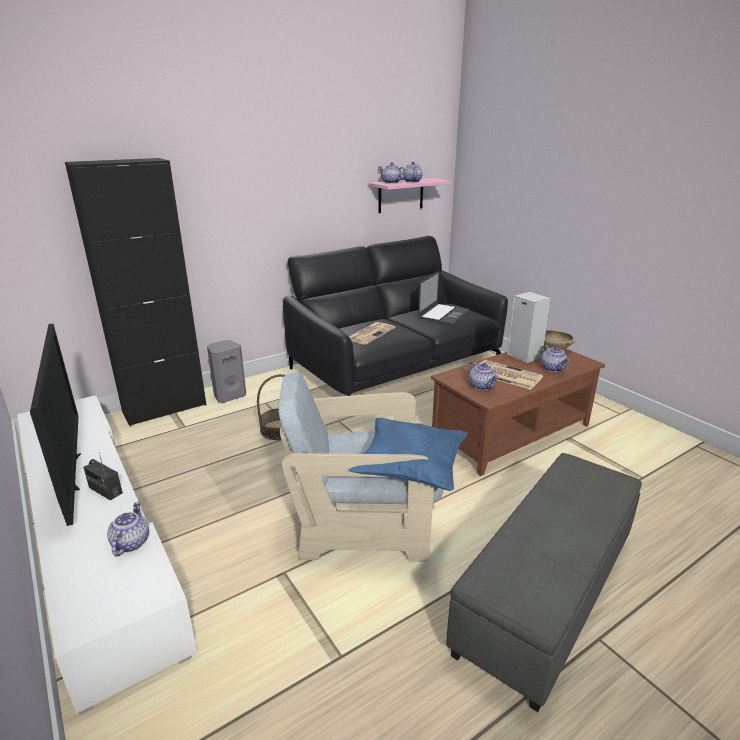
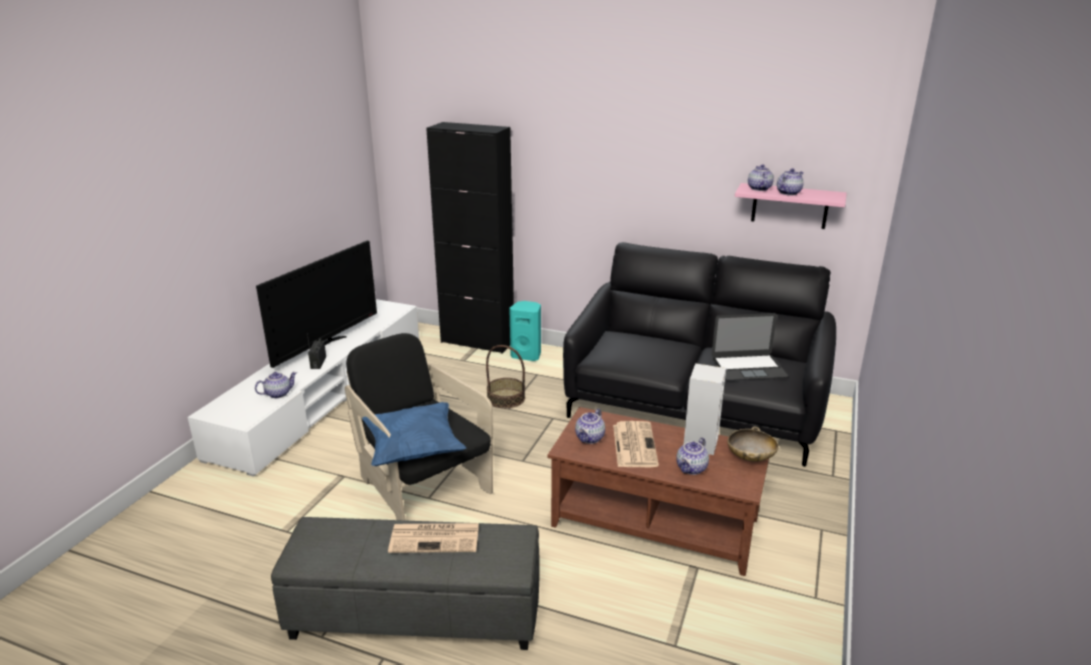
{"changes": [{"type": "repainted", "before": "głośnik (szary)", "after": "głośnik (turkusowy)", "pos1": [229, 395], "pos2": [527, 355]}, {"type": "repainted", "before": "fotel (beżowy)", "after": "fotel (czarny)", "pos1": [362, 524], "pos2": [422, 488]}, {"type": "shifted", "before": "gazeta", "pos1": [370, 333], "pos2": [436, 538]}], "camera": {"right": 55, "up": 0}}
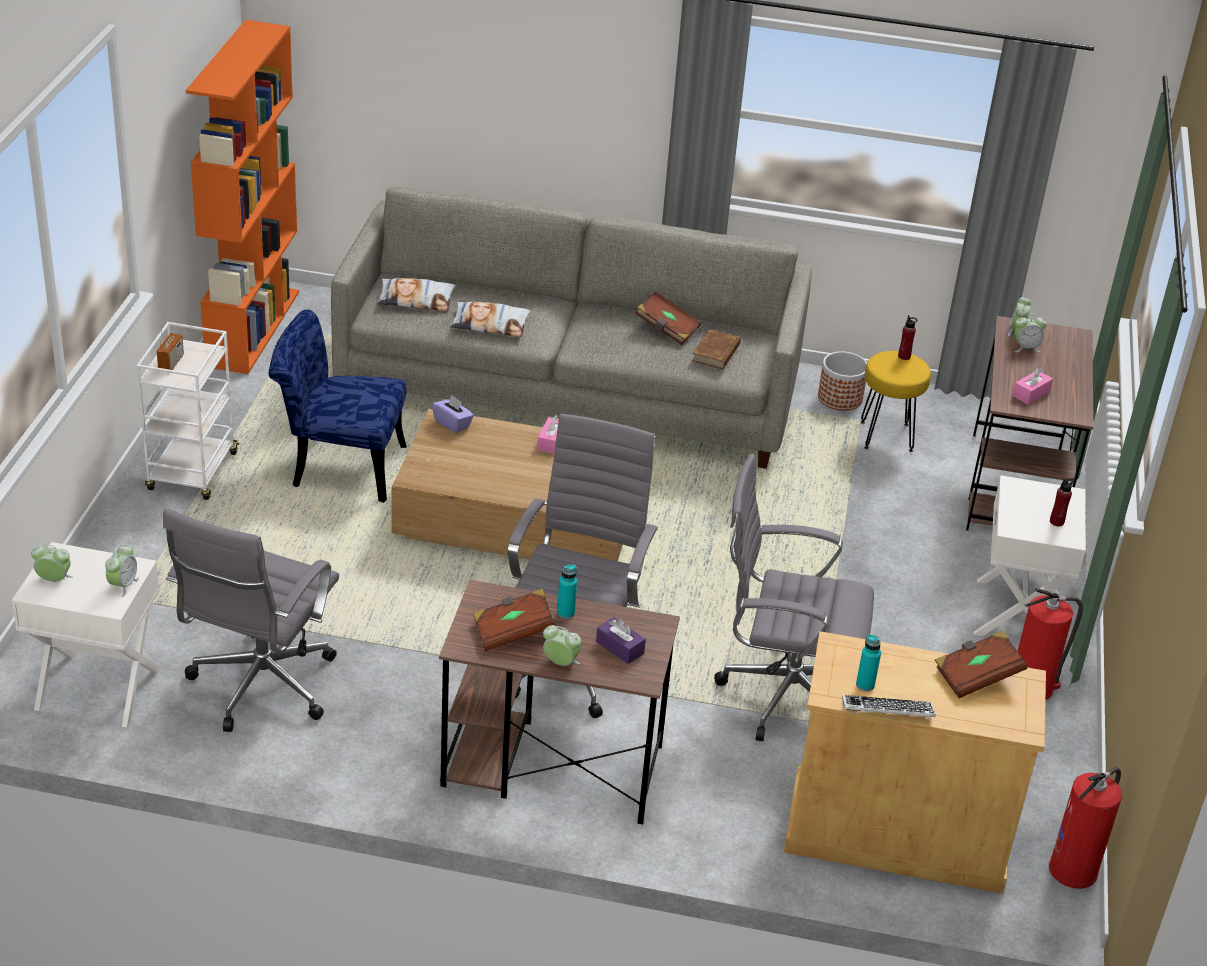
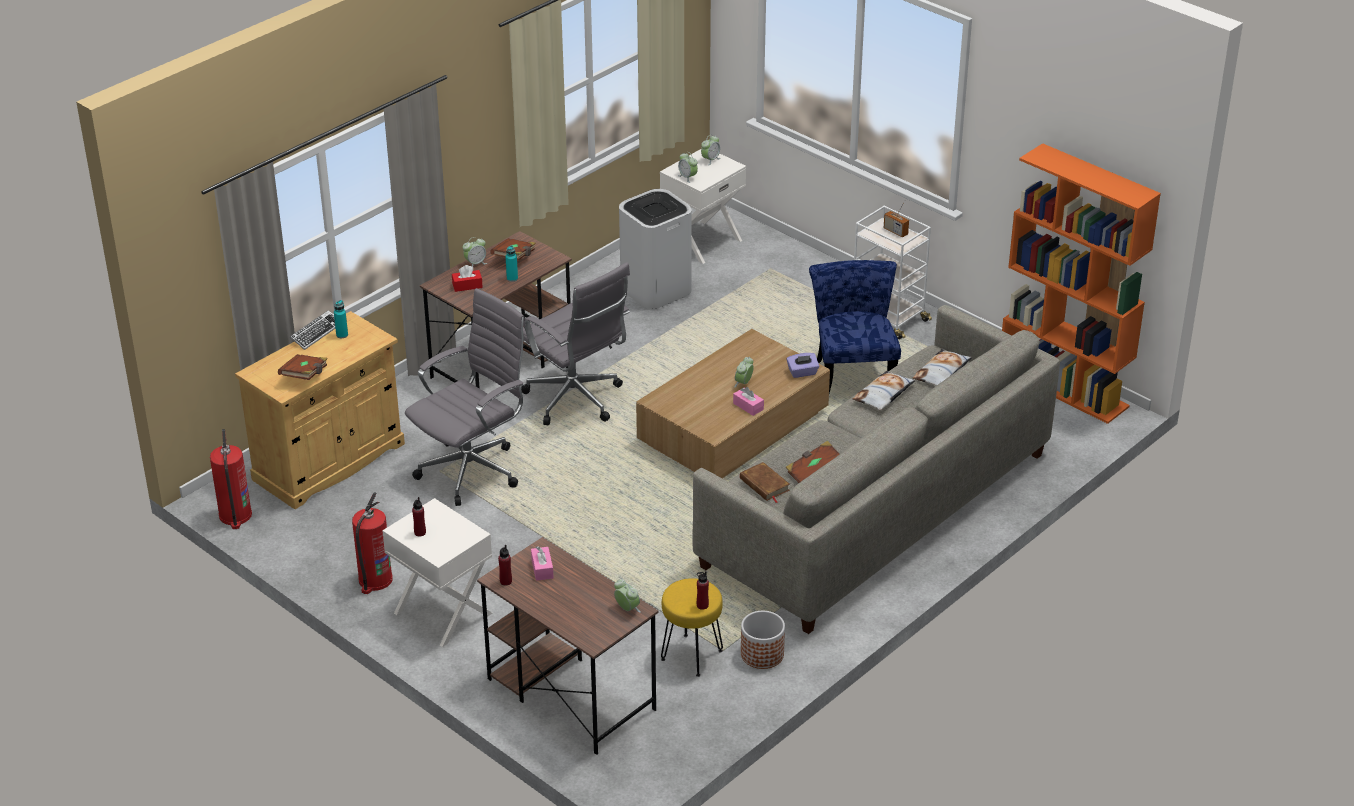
{"changes": [{"type": "swapped", "before": "krzesło biurowe (szary)", "after": "kosz na śmieci (biały)", "pos1": [259, 688], "pos2": [656, 289]}, {"type": "rotated", "before": "krzesło (niebieski)", "pos1": [338, 466], "pos2": [853, 375], "turn": -45}, {"type": "repainted", "before": "pudełko chusteczek (fioletowy)", "after": "pudełko chusteczek (czerwony)", "pos1": [620, 647], "pos2": [467, 286]}, {"type": "shifted", "before": "budzik", "pos1": [1025, 348], "pos2": [743, 383]}, {"type": "new", "after": "butelka (czerwony)", "pos2": [505, 581]}], "camera": {"right": 125, "up": 0}}
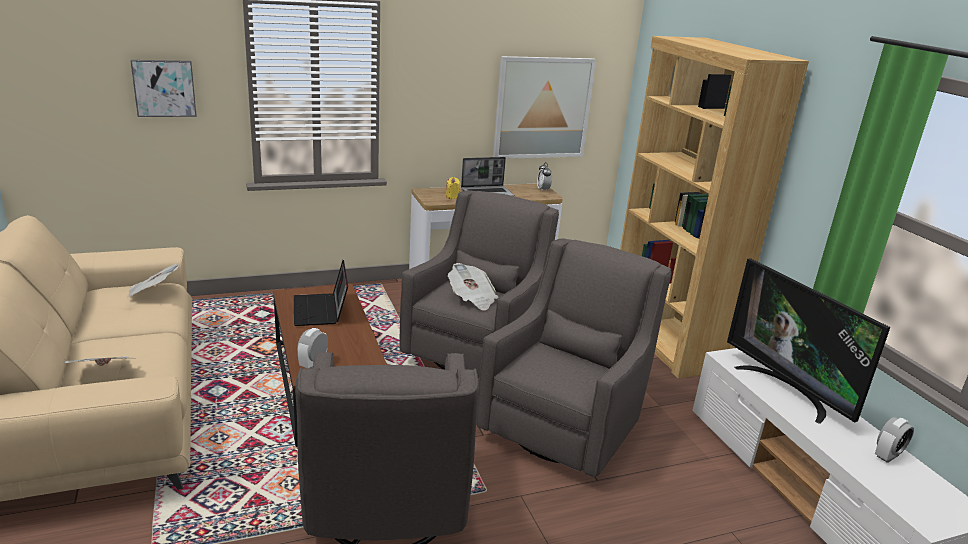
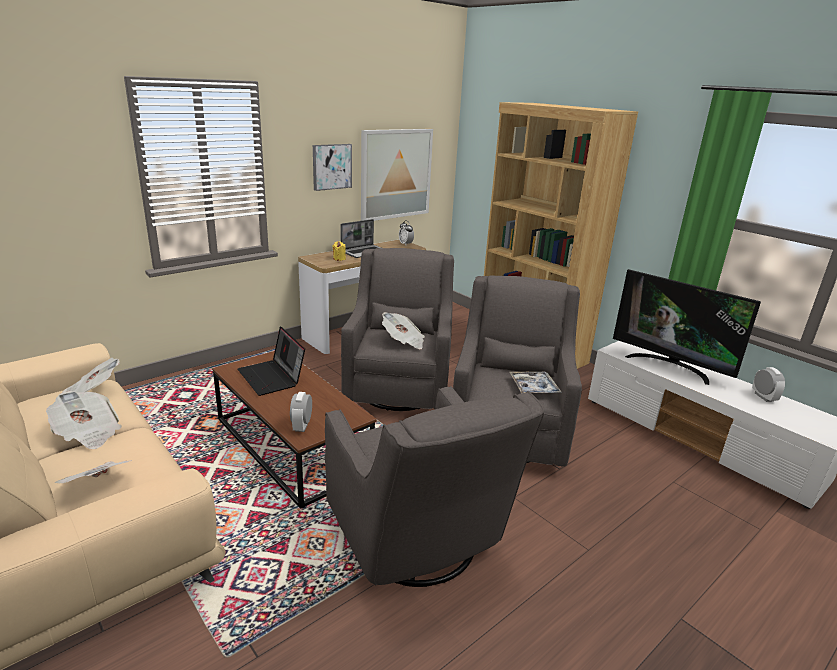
{"changes": [{"type": "shifted", "before": "obraz", "pos1": [164, 88], "pos2": [331, 166]}, {"type": "rotated", "before": "budzik", "pos1": [887, 455], "pos2": [763, 397], "turn": -45}, {"type": "new", "after": "gazeta", "pos2": [88, 433]}, {"type": "new", "after": "taca", "pos2": [533, 387]}], "camera": {"right": -20, "up": 0}}
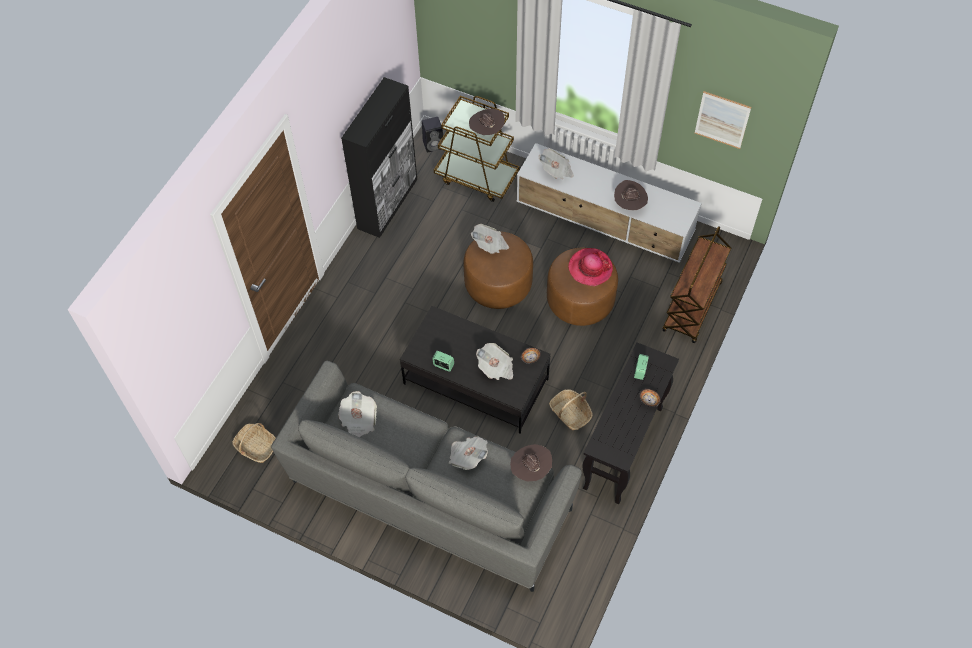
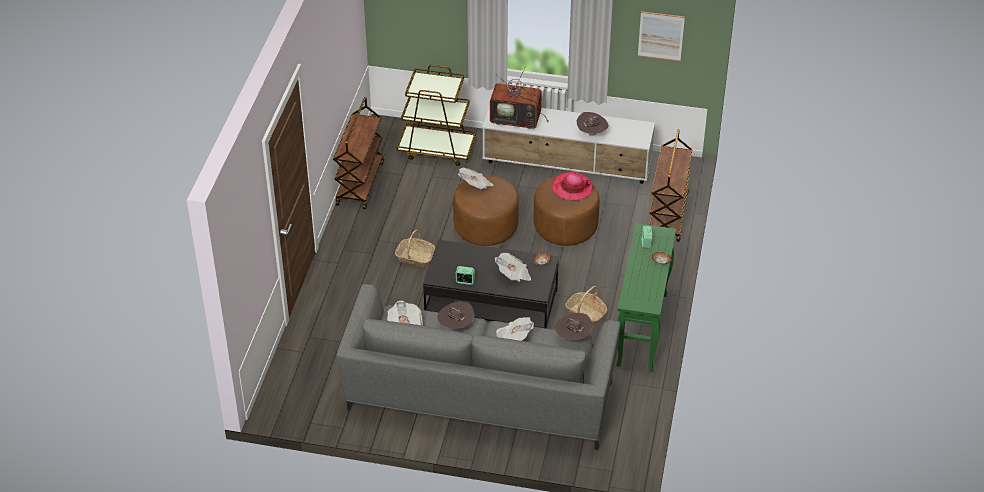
{"changes": [{"type": "shifted", "before": "koszyk", "pos1": [256, 447], "pos2": [415, 257]}, {"type": "swapped", "before": "szafka (czarny)", "after": "wózek (brązowy)", "pos1": [388, 203], "pos2": [360, 183]}, {"type": "gone", "before": "głośnik (czarny)", "pos1": [434, 144]}, {"type": "shifted", "before": "kapelusz (brązowy)", "pos1": [486, 131], "pos2": [455, 325]}, {"type": "swapped", "before": "gazeta", "after": "telewizor", "pos1": [556, 171], "pos2": [517, 119]}, {"type": "repainted", "before": "stolik konsolowy (czarny)", "after": "stolik konsolowy (zielony)", "pos1": [623, 449], "pos2": [642, 330]}], "camera": {"right": -15, "up": -15}}
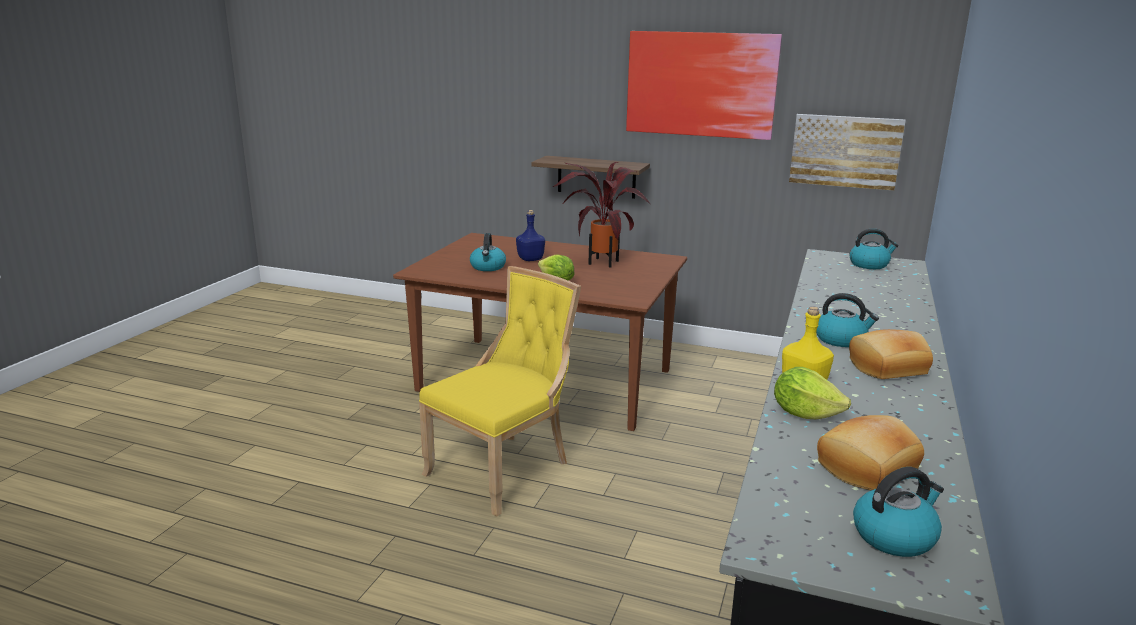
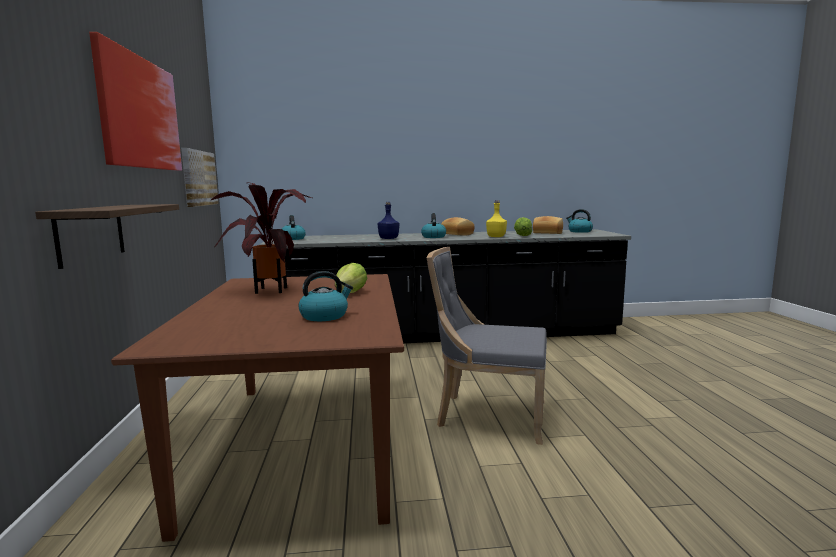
{"changes": [{"type": "repainted", "before": "krzesło (żółty)", "after": "krzesło (szary)", "pos1": [504, 469], "pos2": [487, 415]}, {"type": "shifted", "before": "butelka (niebieski)", "pos1": [530, 259], "pos2": [389, 238]}], "camera": {"right": -115, "up": -10}}
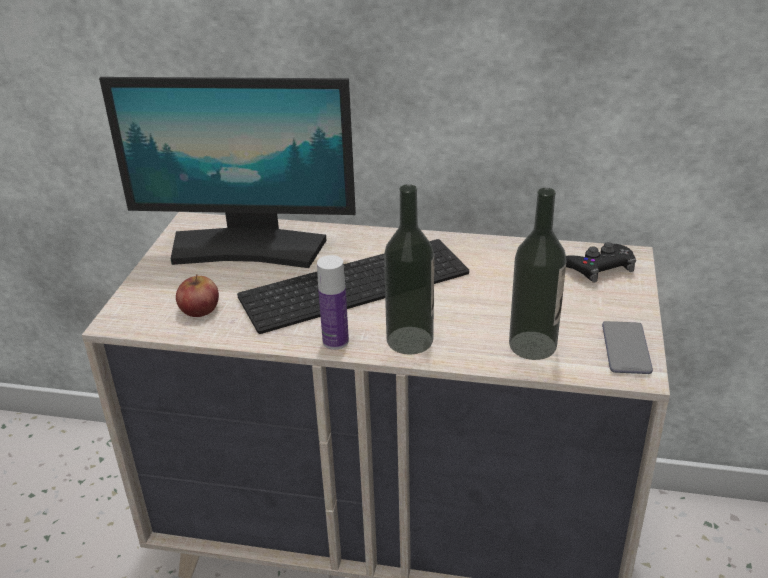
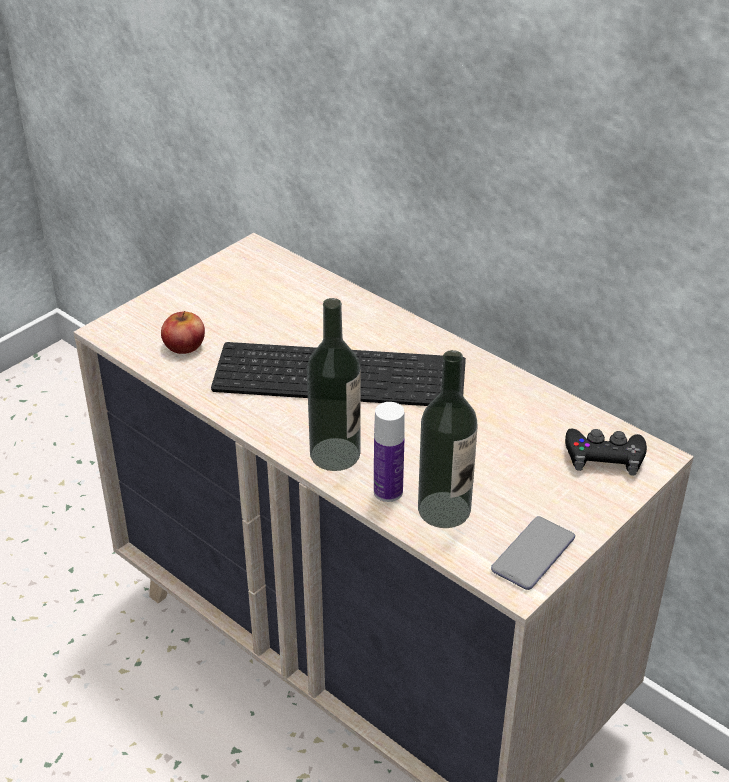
{"changes": [{"type": "gone", "before": "monitor", "pos1": [247, 247]}, {"type": "shifted", "before": "butelka", "pos1": [335, 341], "pos2": [388, 491]}], "camera": {"right": 30, "up": 5}}
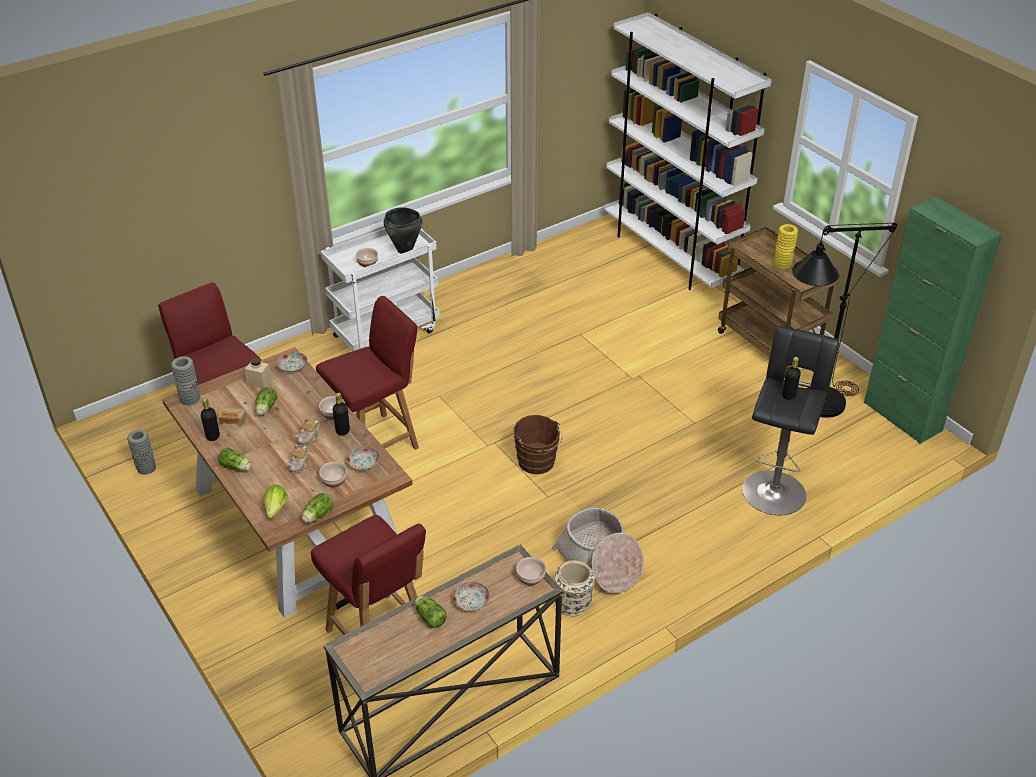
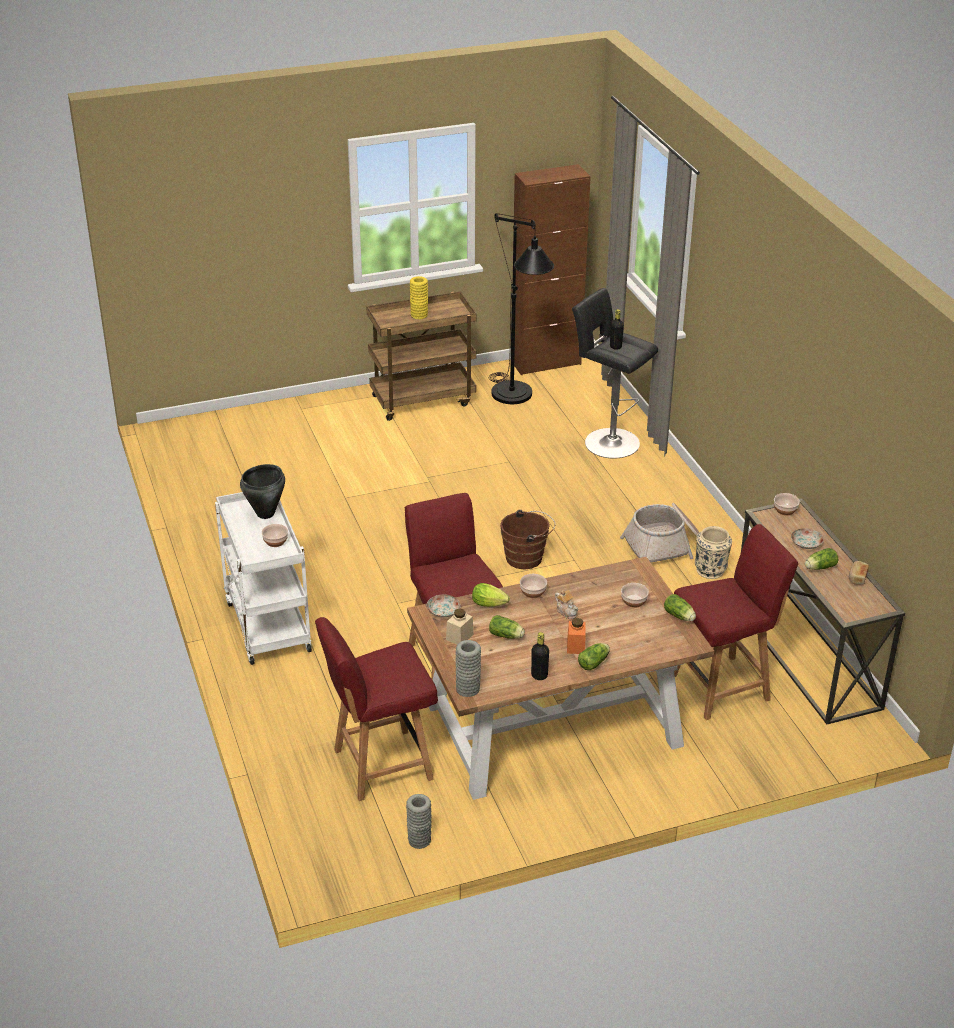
{"changes": [{"type": "shifted", "before": "chleb", "pos1": [233, 420], "pos2": [857, 577]}, {"type": "shifted", "before": "sałata", "pos1": [275, 511], "pos2": [491, 604]}, {"type": "gone", "before": "imbryk", "pos1": [299, 466]}, {"type": "gone", "before": "butelka (czarny)", "pos1": [342, 431]}, {"type": "gone", "before": "talerz", "pos1": [363, 463]}, {"type": "gone", "before": "regał (biały)", "pos1": [670, 255]}, {"type": "repainted", "before": "szafka (zielony)", "after": "szafka (brązowy)", "pos1": [902, 416], "pos2": [546, 363]}, {"type": "new", "after": "słoik (pomarańczowy)", "pos2": [576, 646]}], "camera": {"right": -75, "up": -5}}
